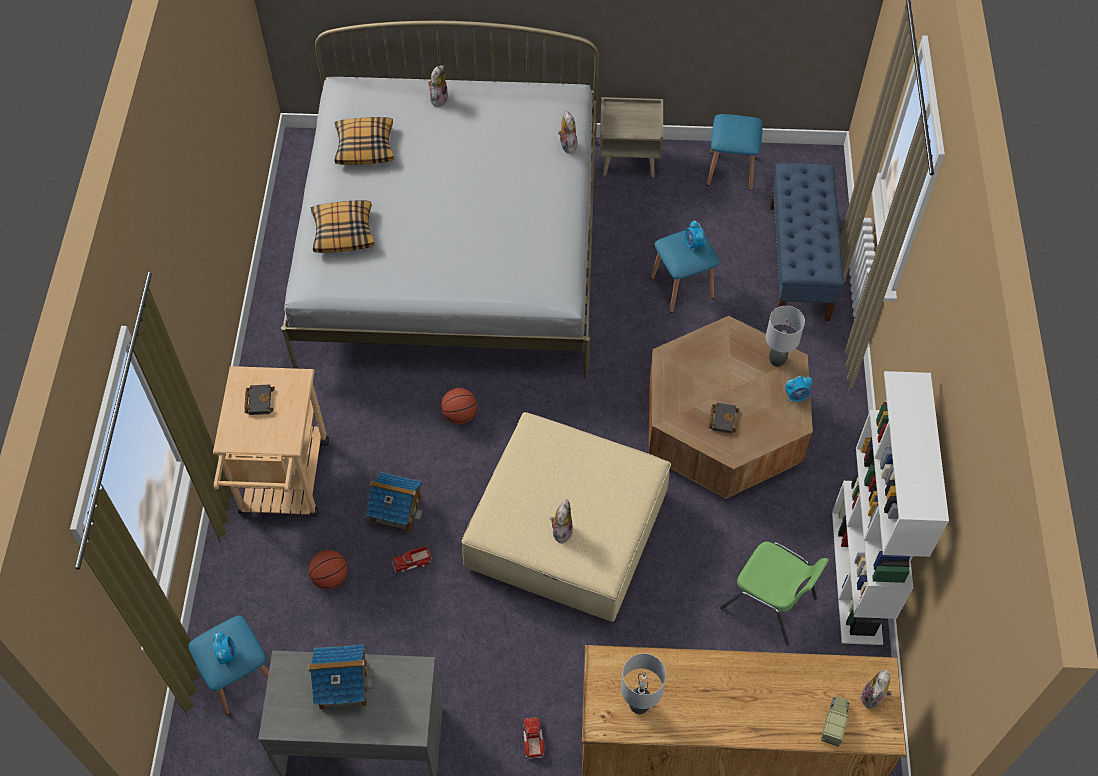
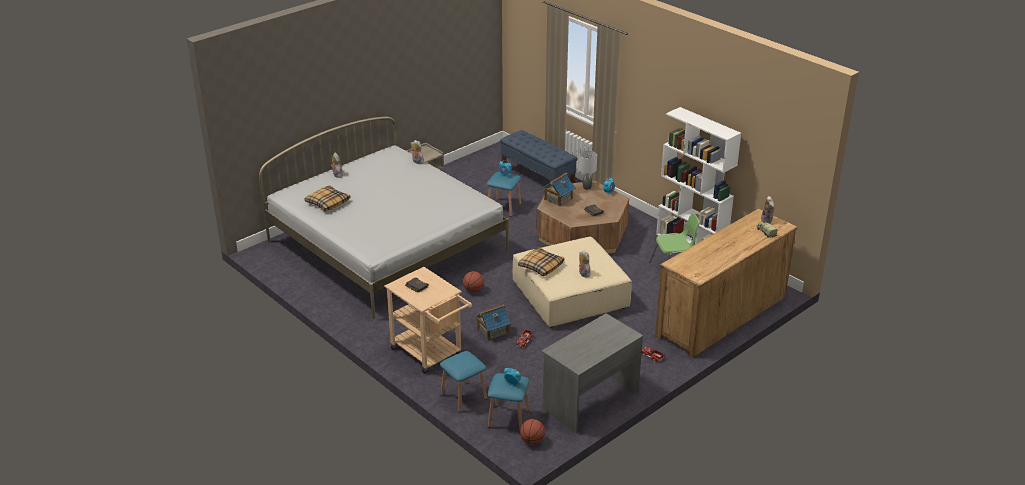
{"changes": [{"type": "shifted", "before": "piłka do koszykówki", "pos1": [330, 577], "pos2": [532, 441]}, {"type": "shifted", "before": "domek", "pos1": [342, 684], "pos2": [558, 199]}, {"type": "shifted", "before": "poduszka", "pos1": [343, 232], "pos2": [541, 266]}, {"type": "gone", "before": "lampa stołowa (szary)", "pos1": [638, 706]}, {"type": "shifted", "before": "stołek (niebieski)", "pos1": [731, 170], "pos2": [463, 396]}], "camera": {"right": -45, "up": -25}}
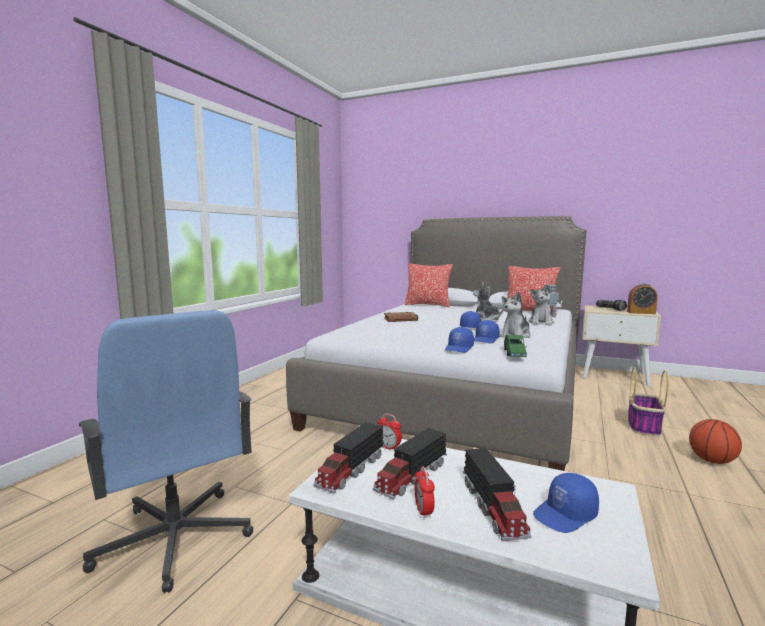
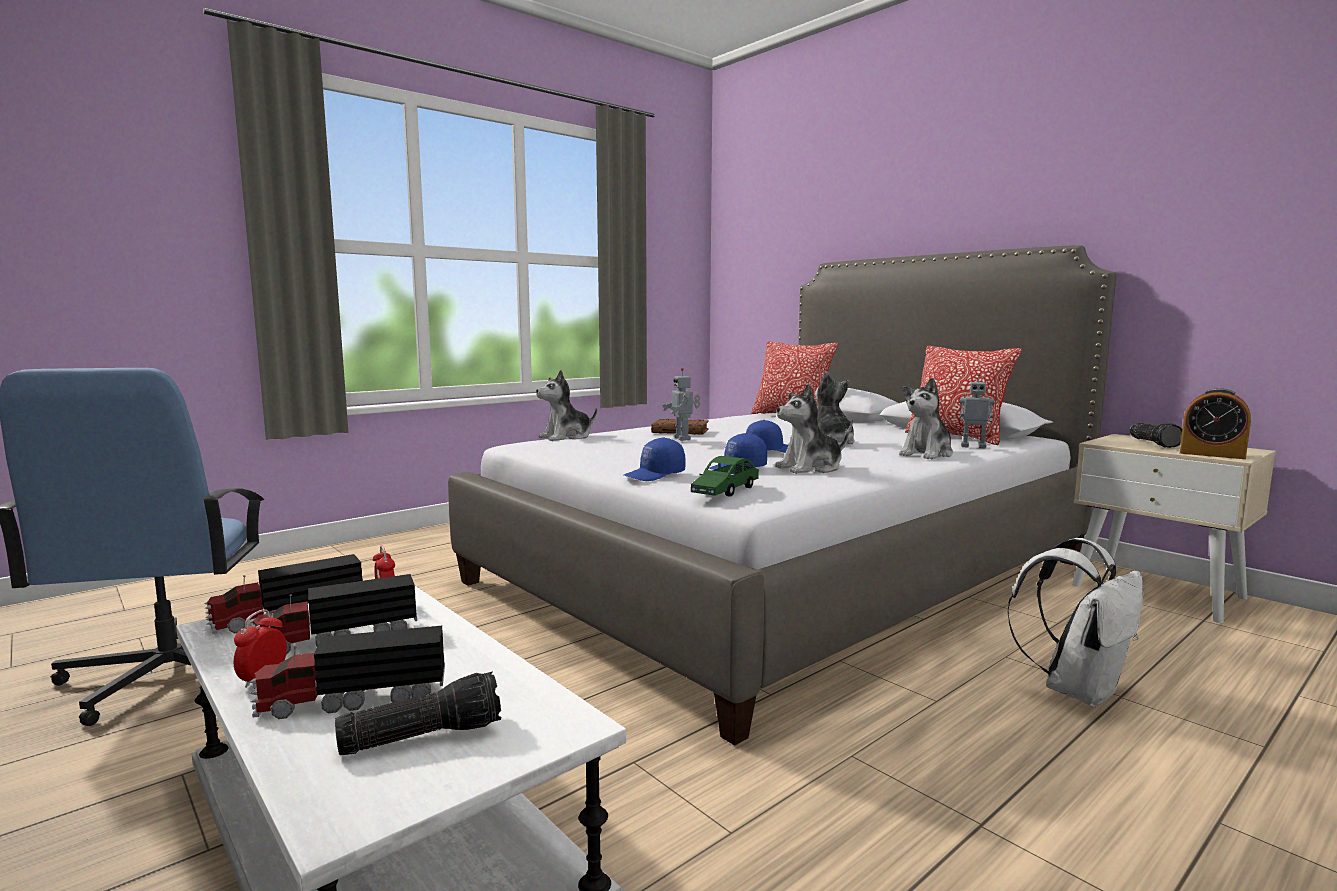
{"changes": [{"type": "rotated", "before": "ciężarówka zabawkowa", "pos1": [493, 508], "pos2": [352, 699], "turn": 60}, {"type": "swapped", "before": "czapka z daszkiem (niebieski)", "after": "latarka", "pos1": [566, 515], "pos2": [423, 735]}, {"type": "swapped", "before": "koszyk", "after": "plecak (biały)", "pos1": [643, 426], "pos2": [1077, 689]}, {"type": "gone", "before": "piłka do koszykówki", "pos1": [711, 461]}, {"type": "new", "after": "pluszak", "pos2": [567, 437]}, {"type": "new", "after": "robot zabawkowy", "pos2": [683, 438]}], "camera": {"right": 25, "up": 0}}
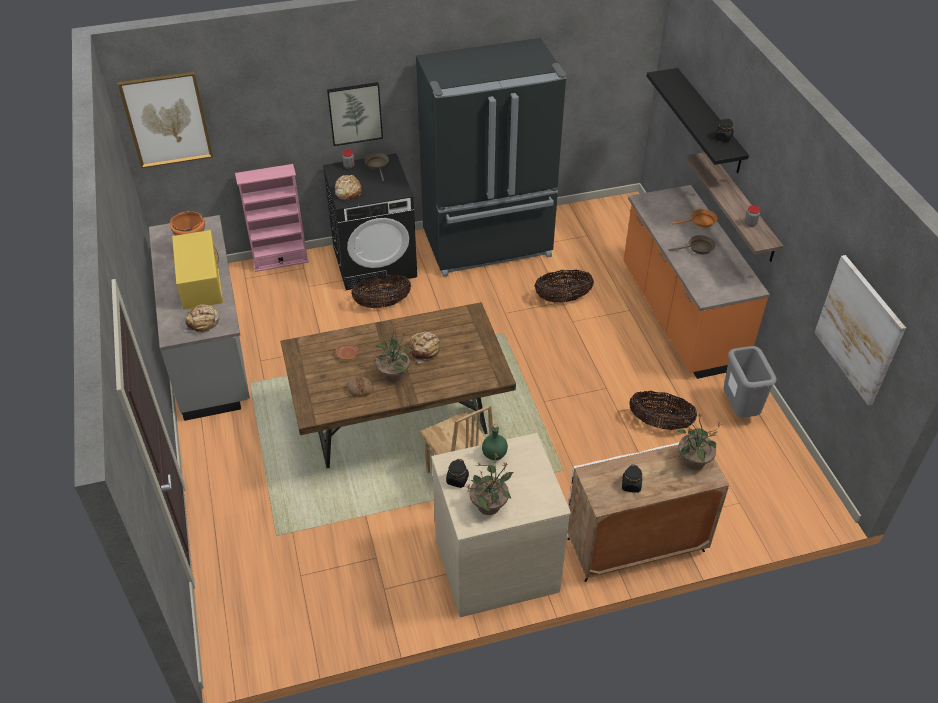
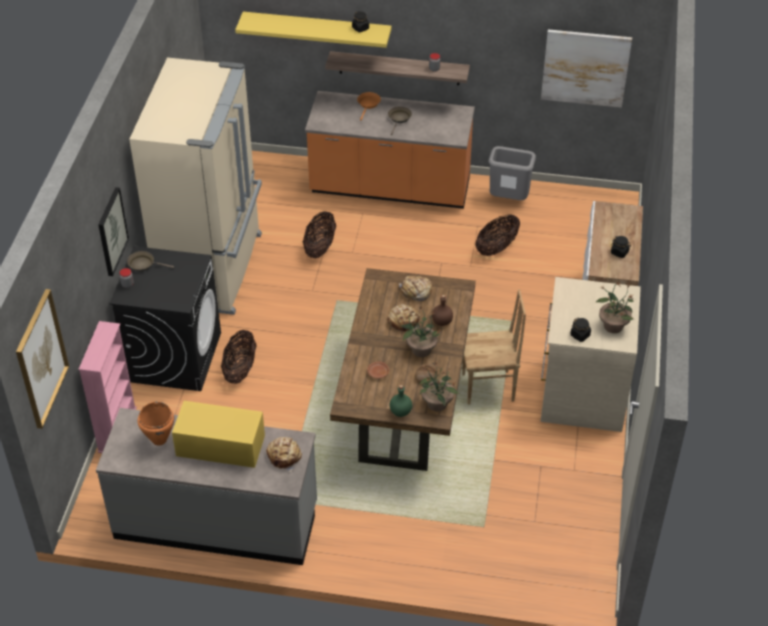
{"changes": [{"type": "shifted", "before": "chleb", "pos1": [348, 192], "pos2": [416, 292]}, {"type": "repainted", "before": "lodówka (czarny)", "after": "lodówka (beżowy)", "pos1": [488, 245], "pos2": [213, 269]}, {"type": "shifted", "before": "butelka (zielony)", "pos1": [494, 454], "pos2": [400, 411]}, {"type": "repainted", "before": "półka (czarny)", "after": "półka (żółty)", "pos1": [709, 121], "pos2": [317, 29]}, {"type": "shifted", "before": "roślina doniczkowa", "pos1": [693, 461], "pos2": [437, 404]}, {"type": "new", "after": "butelka (brązowy)", "pos2": [442, 322]}], "camera": {"right": -65, "up": 0}}
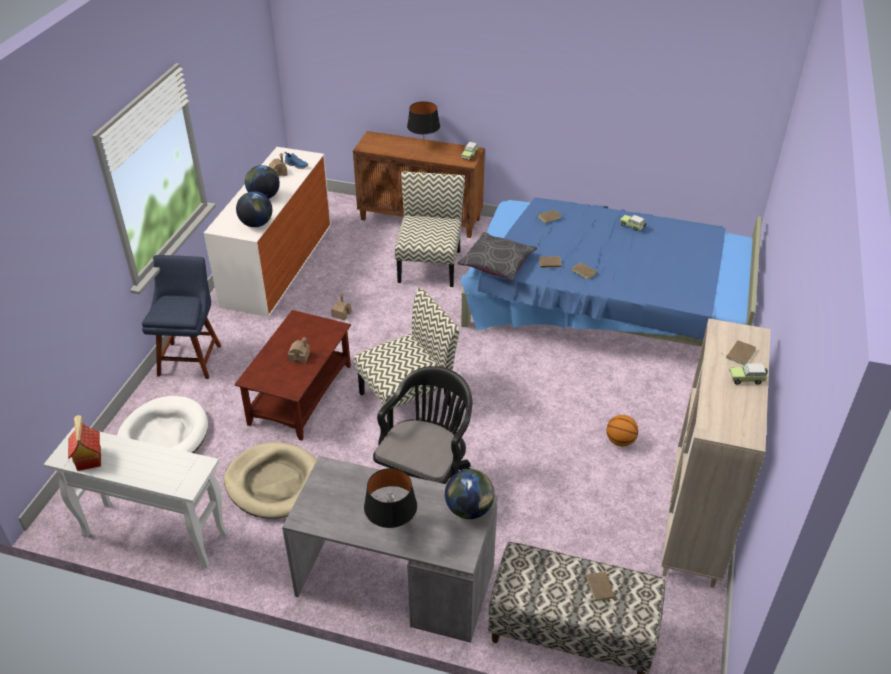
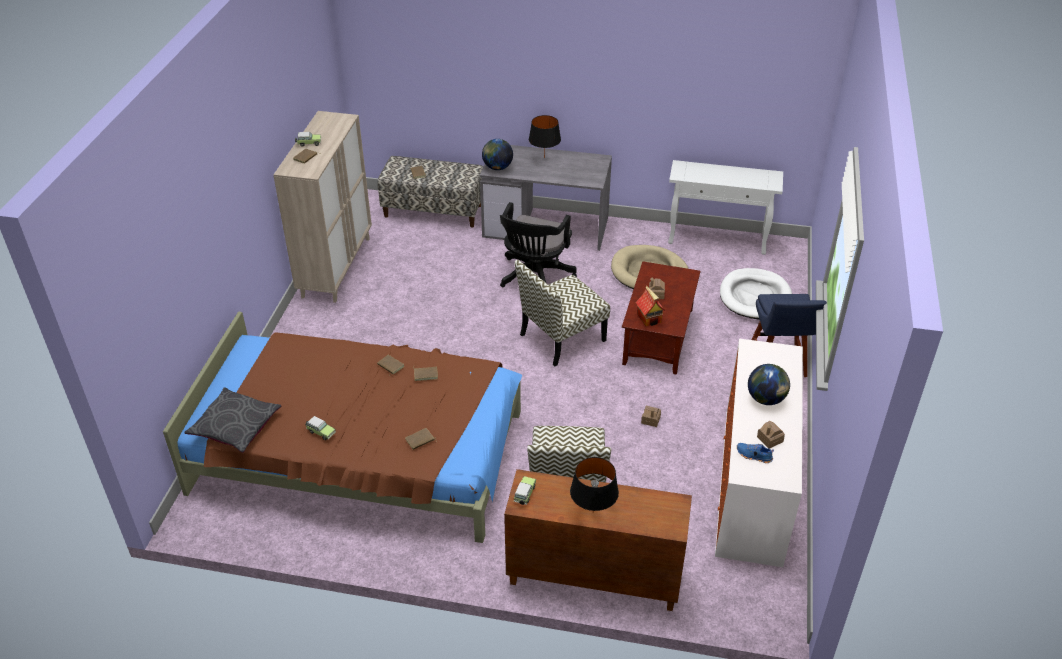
{"changes": [{"type": "shifted", "before": "domek", "pos1": [88, 458], "pos2": [649, 318]}, {"type": "gone", "before": "globus", "pos1": [256, 224]}, {"type": "shifted", "before": "poduszka (szary)", "pos1": [497, 263], "pos2": [235, 426]}, {"type": "repainted", "before": "łóżko (niebieski)", "after": "łóżko (brązowy)", "pos1": [604, 303], "pos2": [361, 452]}, {"type": "gone", "before": "piłka do koszykówki", "pos1": [620, 441]}], "camera": {"right": 175, "up": 0}}
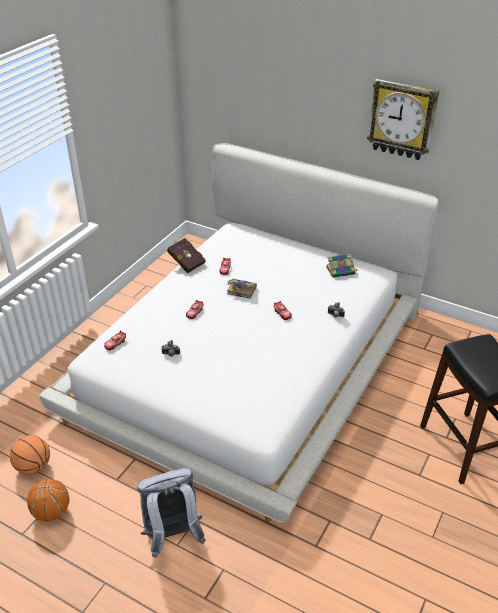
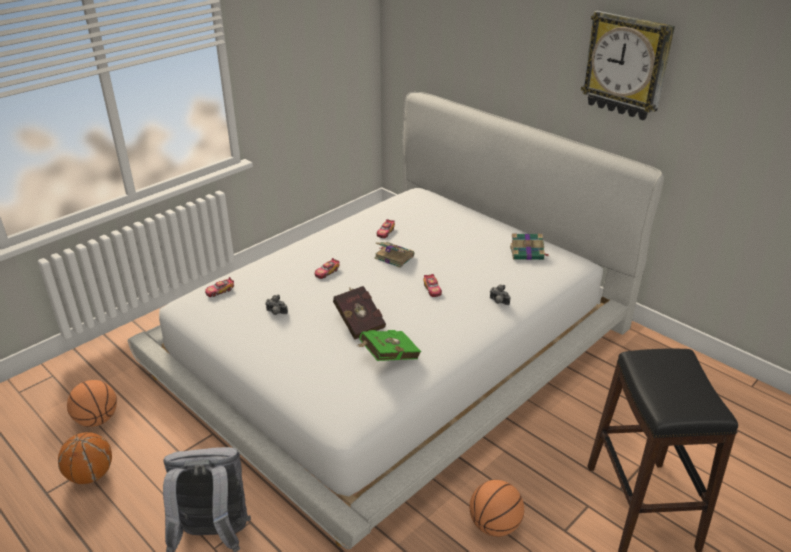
{"changes": [{"type": "shifted", "before": "książka (czerwony)", "pos1": [186, 262], "pos2": [359, 322]}, {"type": "new", "after": "książka (zielony)", "pos2": [387, 357]}, {"type": "new", "after": "piłka do koszykówki", "pos2": [494, 525]}], "camera": {"right": 15, "up": -5}}
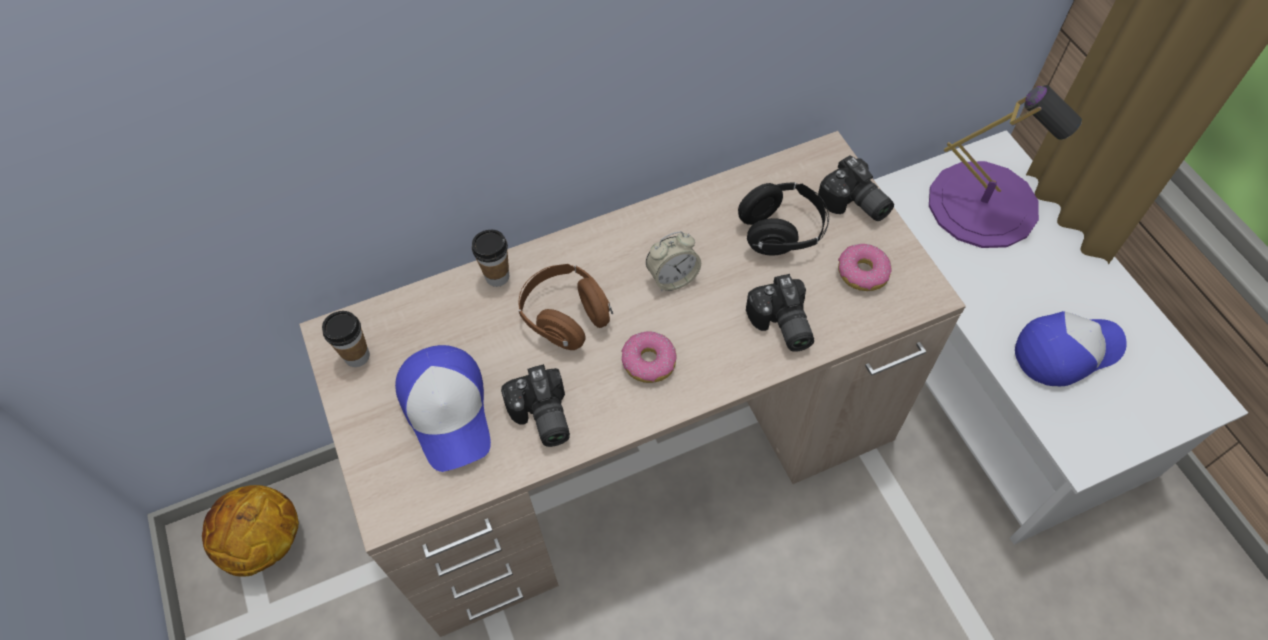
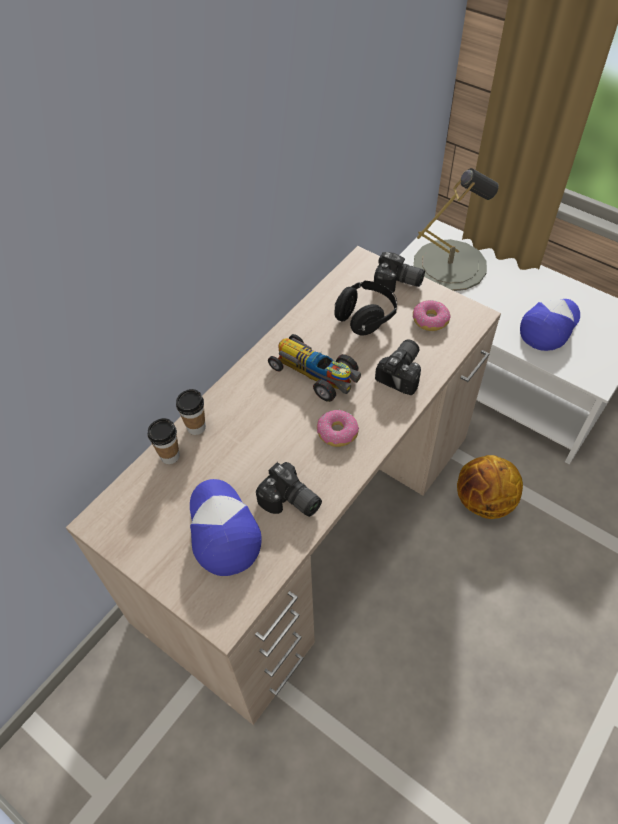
{"changes": [{"type": "shifted", "before": "piłka do koszykówki", "pos1": [265, 544], "pos2": [483, 502]}, {"type": "shifted", "before": "filiżanka", "pos1": [357, 356], "pos2": [170, 456]}, {"type": "rotated", "before": "czapka z daszkiem", "pos1": [448, 411], "pos2": [222, 530], "turn": -150}, {"type": "gone", "before": "słuchawki (brązowy)", "pos1": [565, 317]}, {"type": "swapped", "before": "budzik", "after": "samochodzik", "pos1": [672, 278], "pos2": [316, 374]}, {"type": "rotated", "before": "aparat fotograficzny", "pos1": [780, 326], "pos2": [404, 372], "turn": -105}, {"type": "repainted", "before": "lampa stołowa (fioletowy)", "after": "lampa stołowa (szary)", "pos1": [983, 204], "pos2": [449, 265]}], "camera": {"right": -30, "up": -5}}
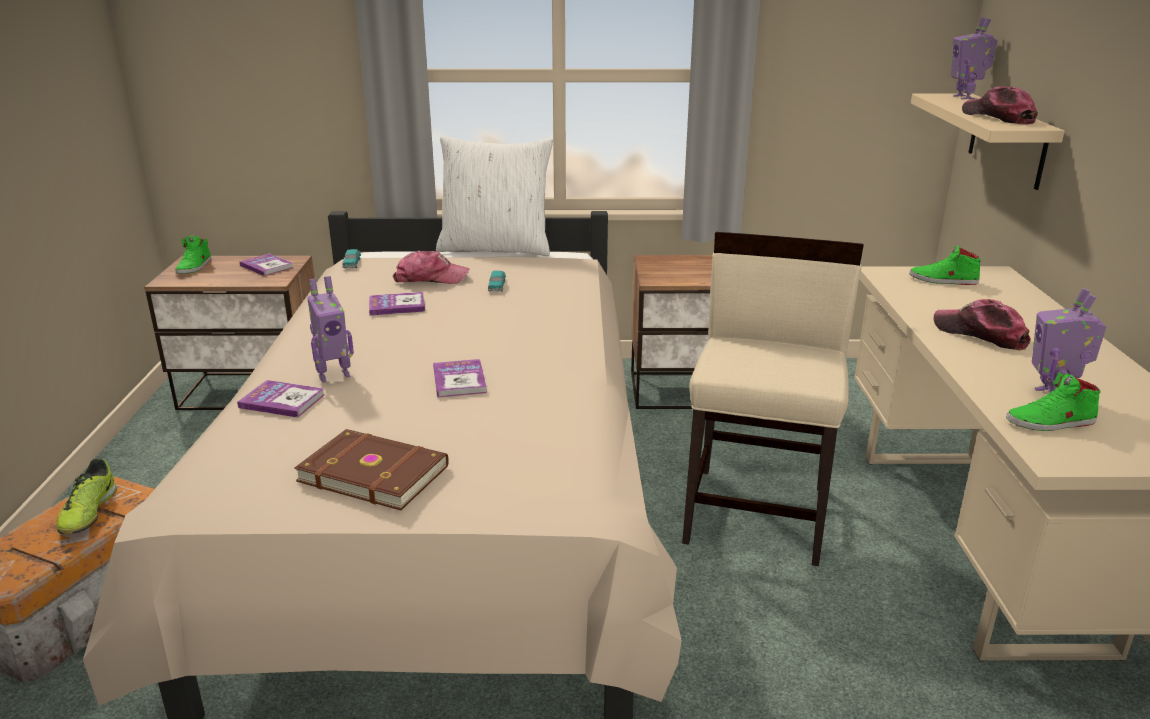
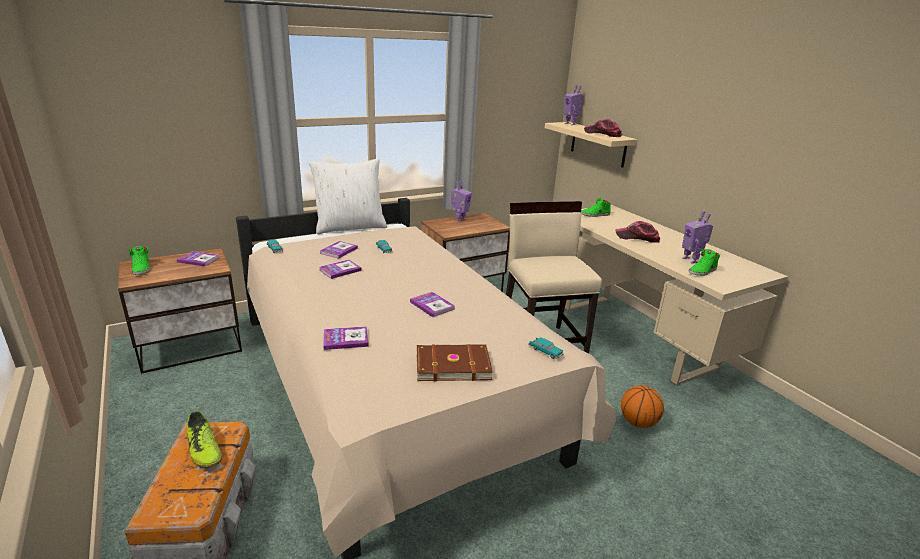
{"changes": [{"type": "shifted", "before": "robot zabawkowy", "pos1": [333, 375], "pos2": [459, 220]}, {"type": "swapped", "before": "czapka z daszkiem", "after": "książka", "pos1": [430, 278], "pos2": [338, 250]}, {"type": "new", "after": "samochodzik", "pos2": [545, 351]}, {"type": "new", "after": "piłka do koszykówki", "pos2": [638, 422]}], "camera": {"right": -30, "up": 0}}
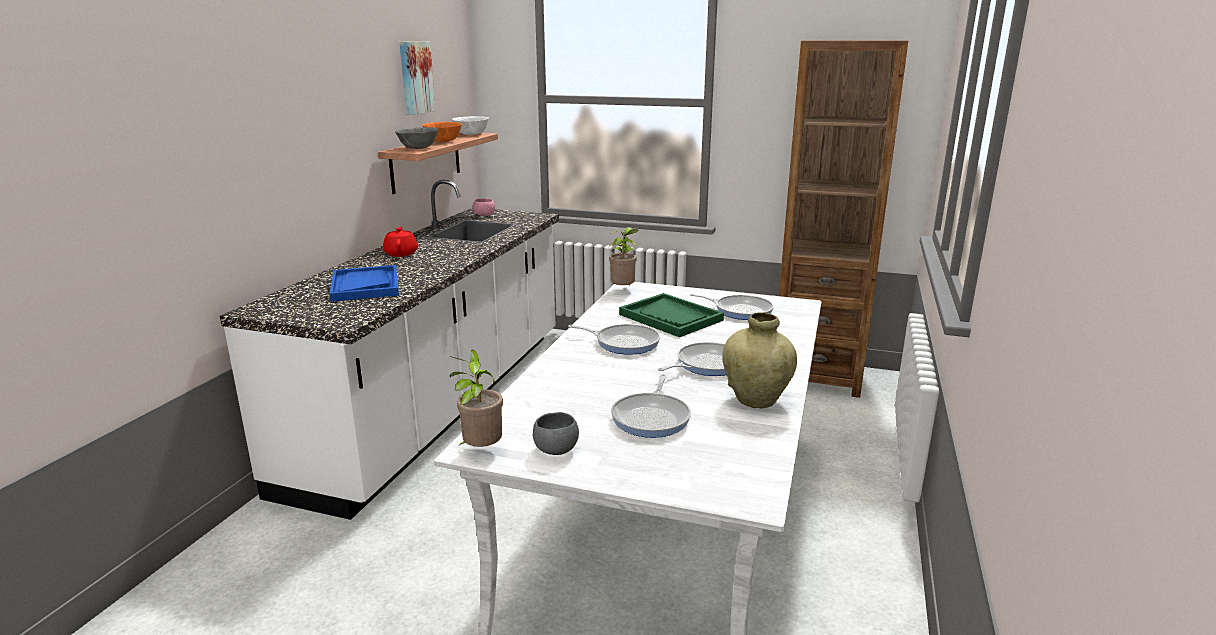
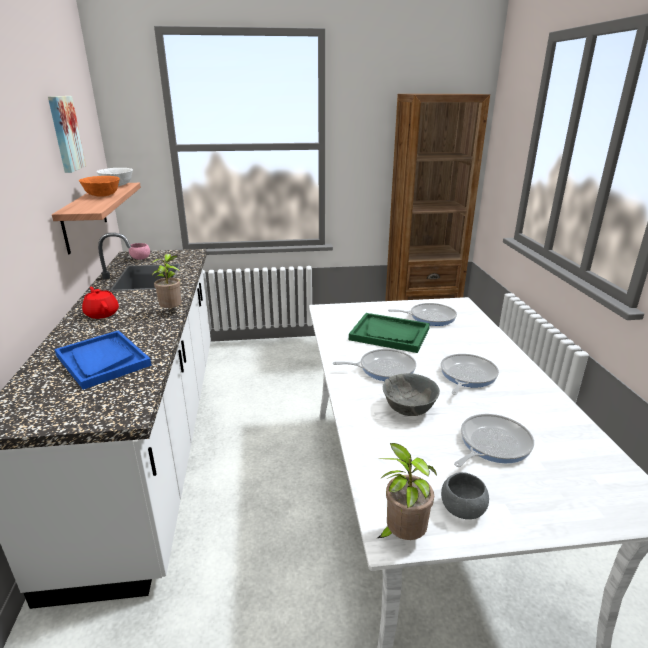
{"changes": [{"type": "shifted", "before": "miska (szary)", "pos1": [418, 148], "pos2": [409, 409]}, {"type": "shifted", "before": "roślina doniczkowa", "pos1": [623, 290], "pos2": [172, 311]}, {"type": "rotated", "before": "patelnia", "pos1": [652, 417], "pos2": [492, 444], "turn": -120}, {"type": "gone", "before": "wazon (beżowy)", "pos1": [755, 400]}], "camera": {"right": -25, "up": 5}}
